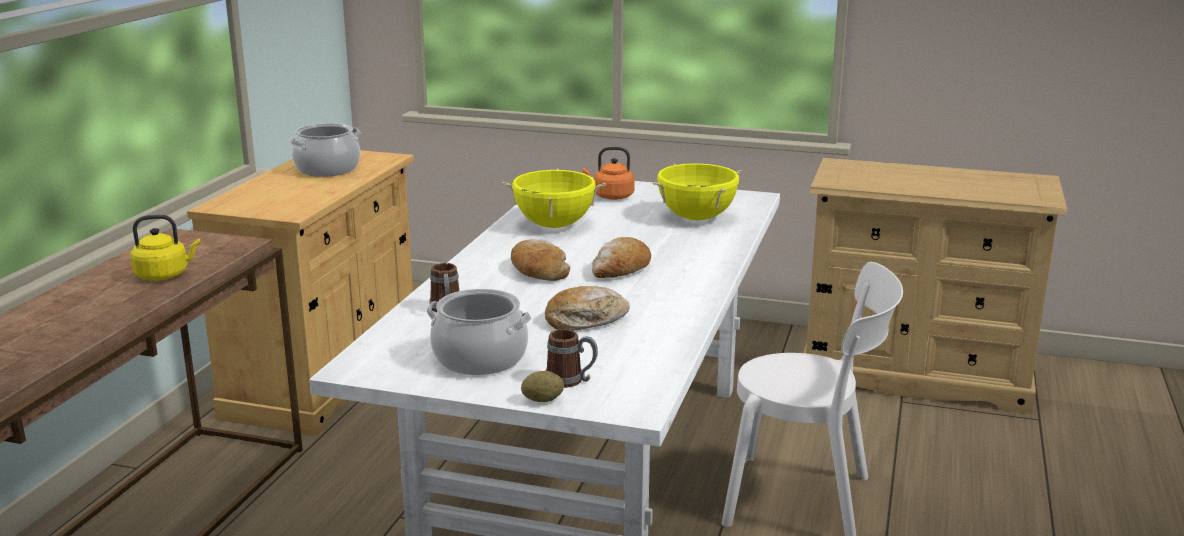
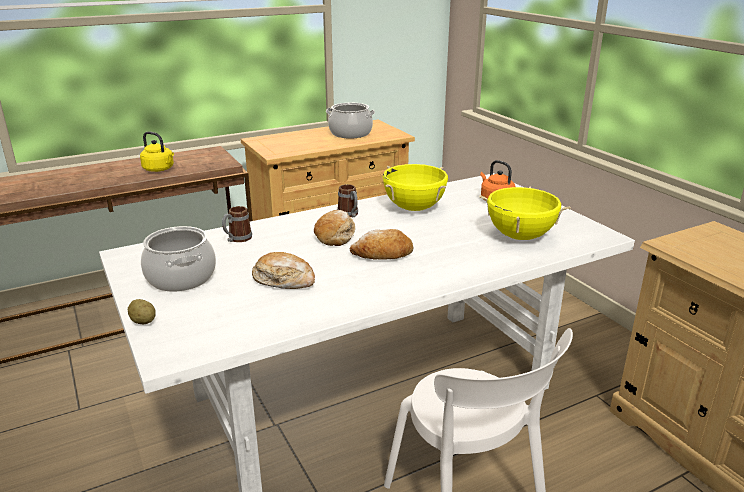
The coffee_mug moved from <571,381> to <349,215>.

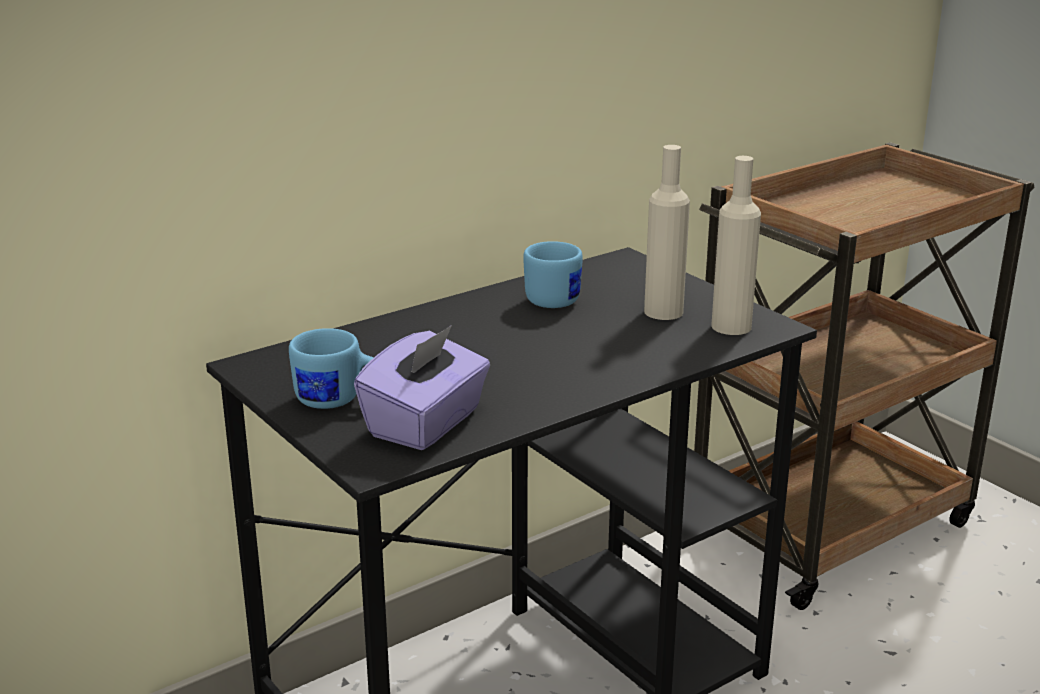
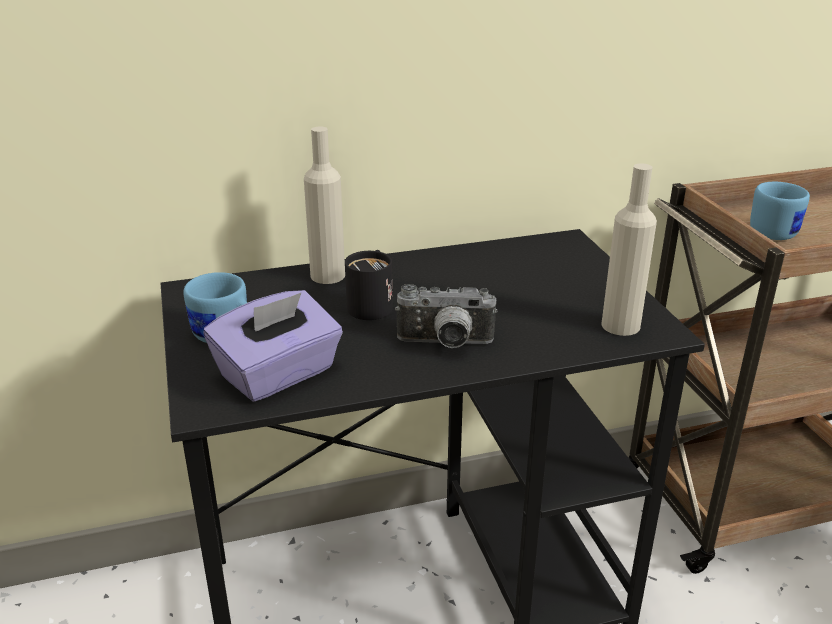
The bluish_coffee_mug moved from <556,298> to <776,231>. The beige-coloured_bottle moved from <663,312> to <327,275>. The black-coloured_coffee_mug at <372,303> appeared. The still_camera at <445,344> appeared.

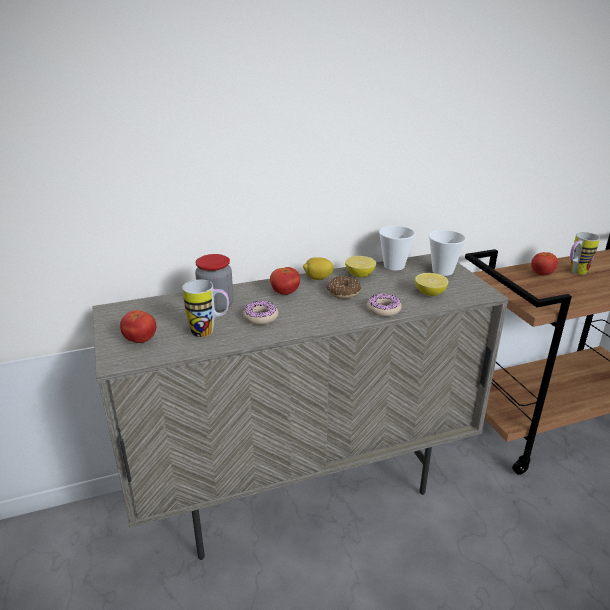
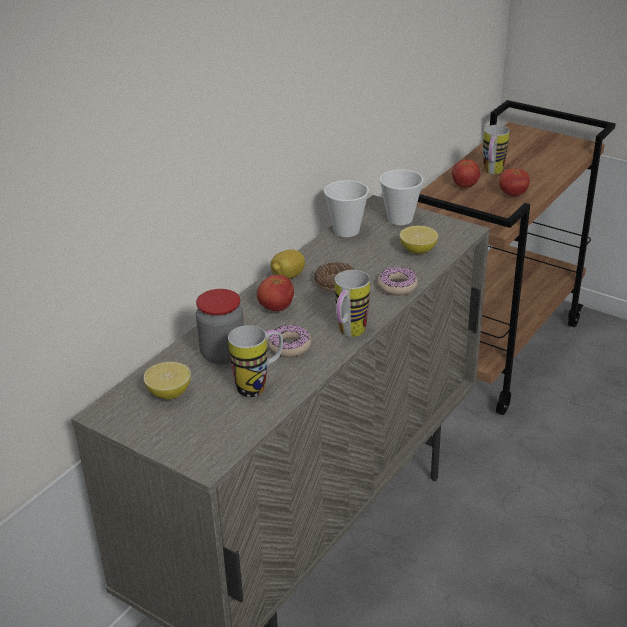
The fresh_tomato moved from <140,340> to <513,194>. The citrus_fruit moved from <359,275> to <169,393>. The coffee_mug at <349,334> appeared.

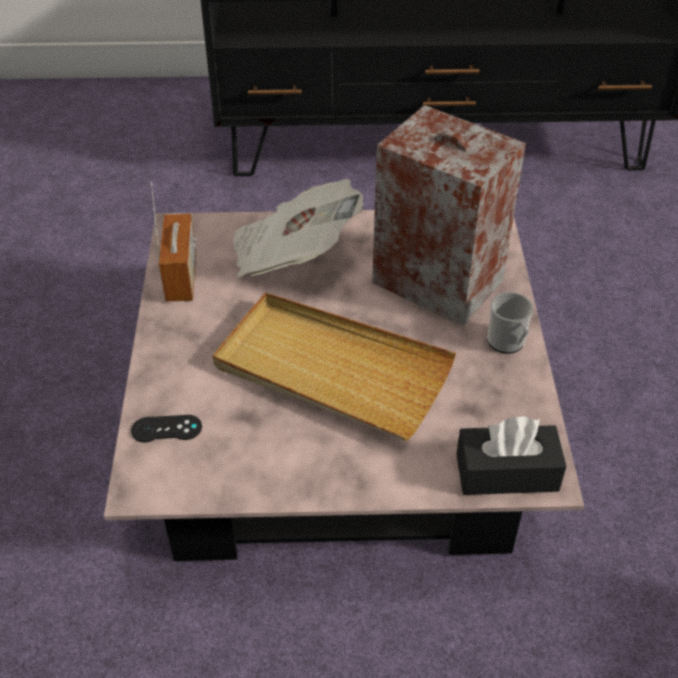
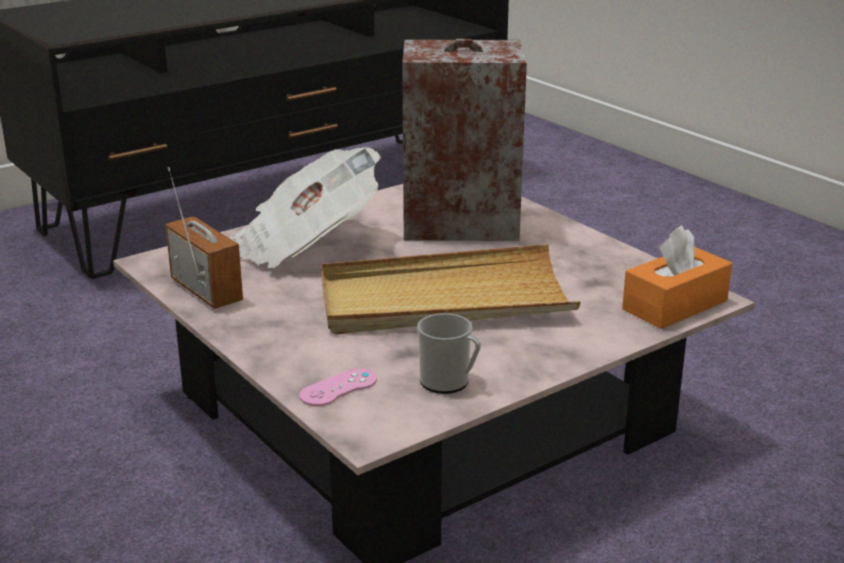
The black-coloured_joypad at <166,429> became the pinkish_joypad at <338,388>. The black-coloured_tissue_box at <506,472> became the orange_tissue_box at <675,305>. The coffee_mug moved from <508,343> to <449,383>.

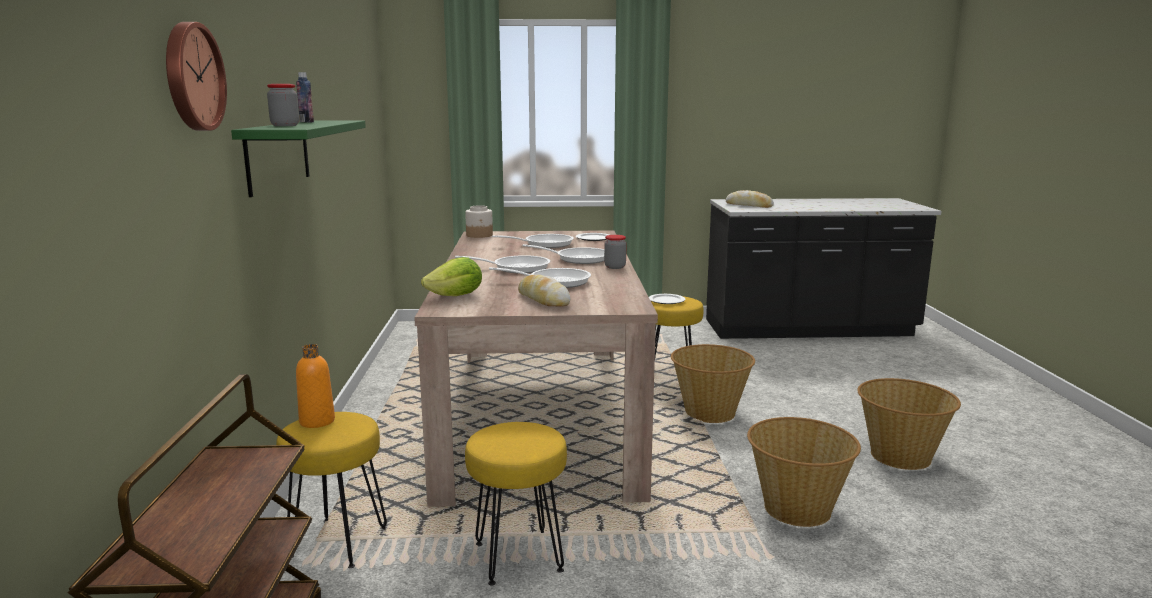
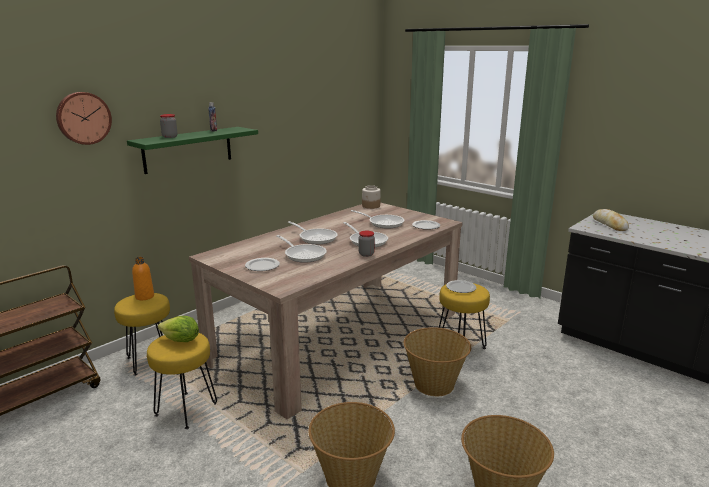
The lettuce moved from <456,296> to <181,341>. The bread at <543,299> was replaced by the dinner_plate at <262,266>.

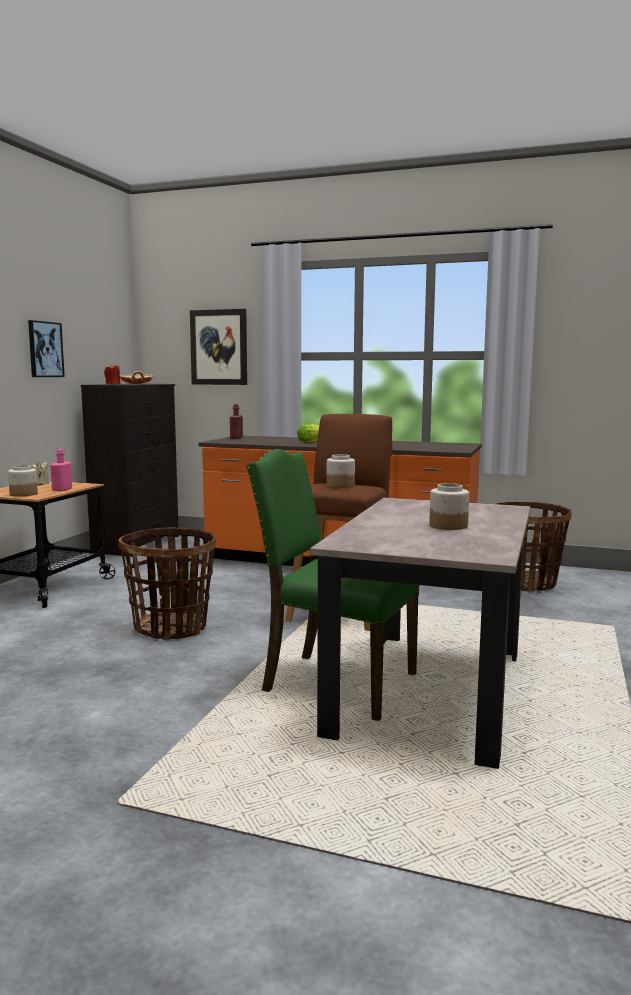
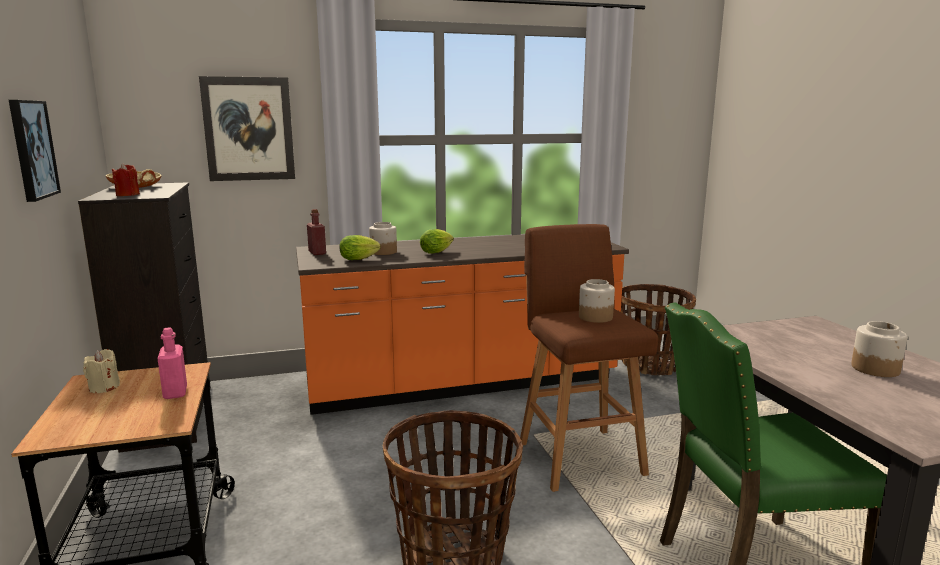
The storage_jar moved from <23,494> to <383,252>. The lettuce at <360,259> appeared.

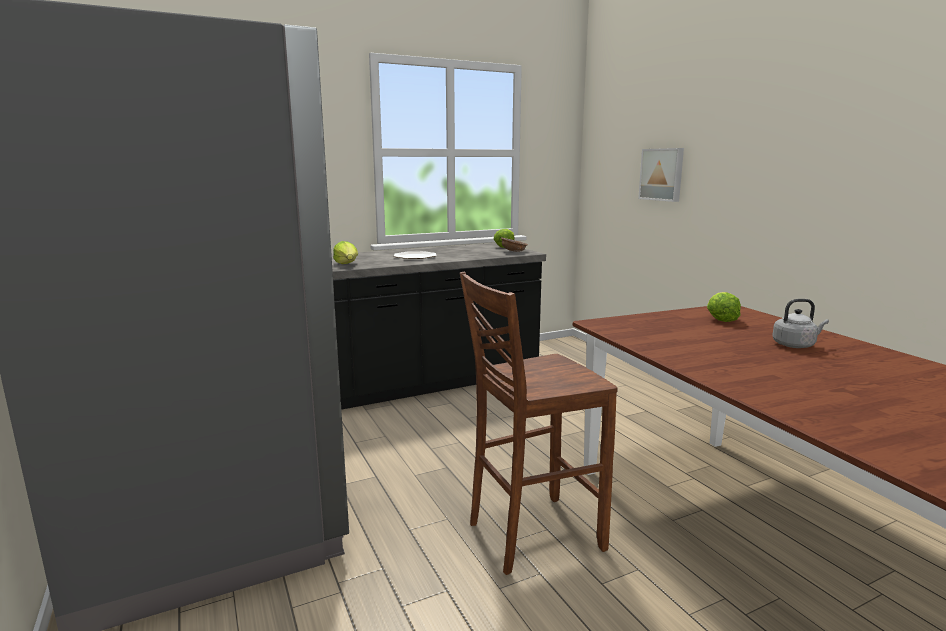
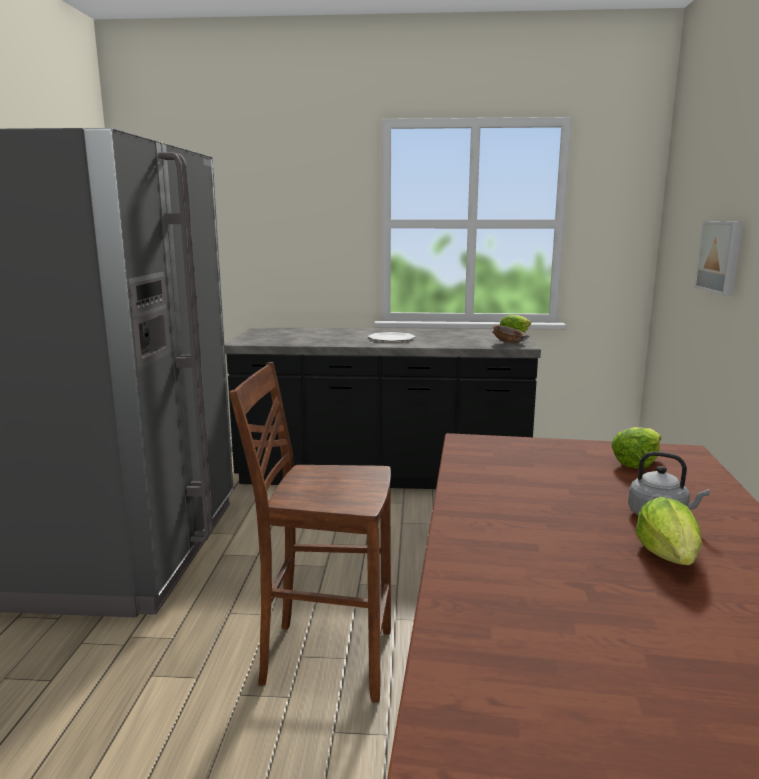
The lettuce moved from <347,264> to <669,556>.

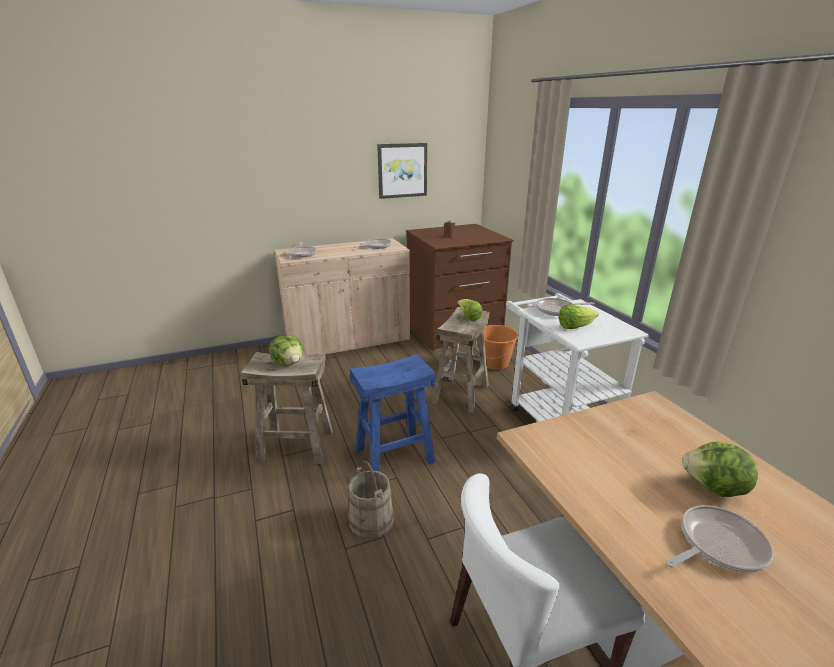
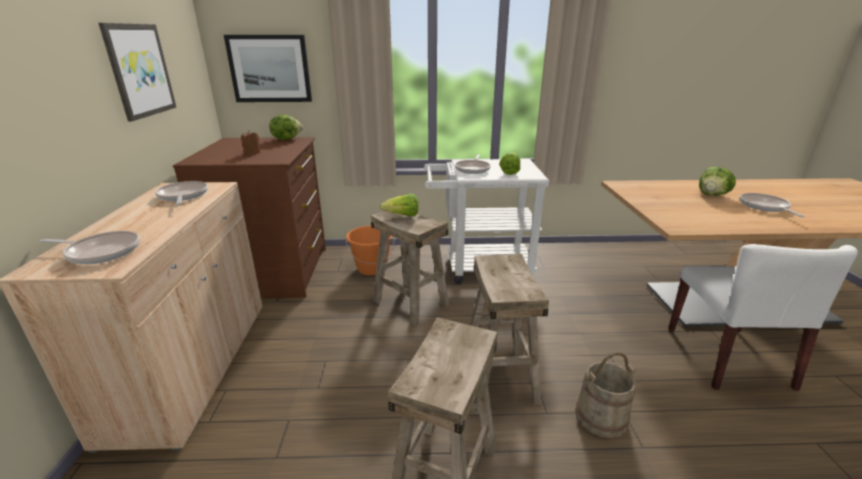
The lettuce moved from <289,363> to <286,139>. The bluish_stool at <394,455> became the beige-coloured_stool at <498,376>. The wall_art at <270,69> appeared.

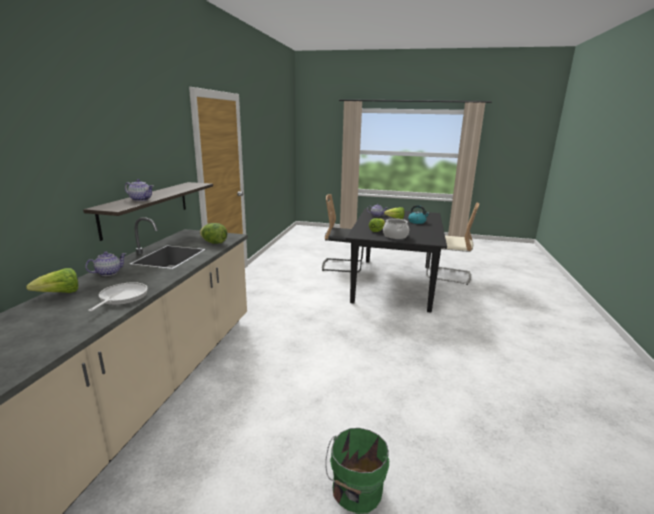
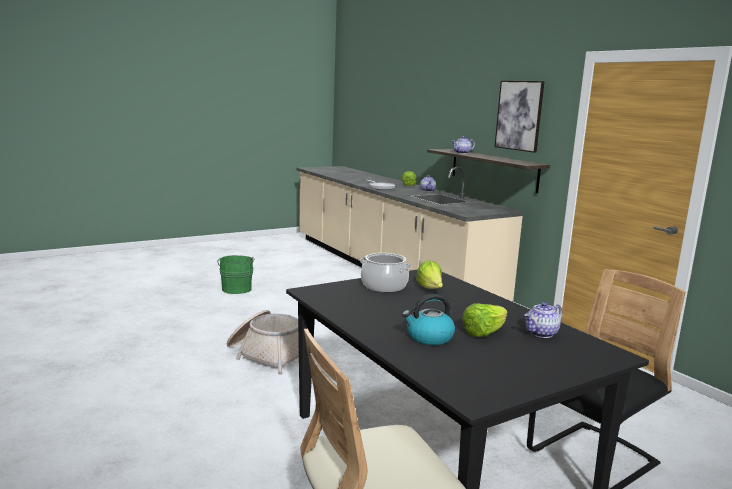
The lettuce at <214,243> disappeared. The household_basket at <267,354> appeared. The wall_art at <519,115> appeared.

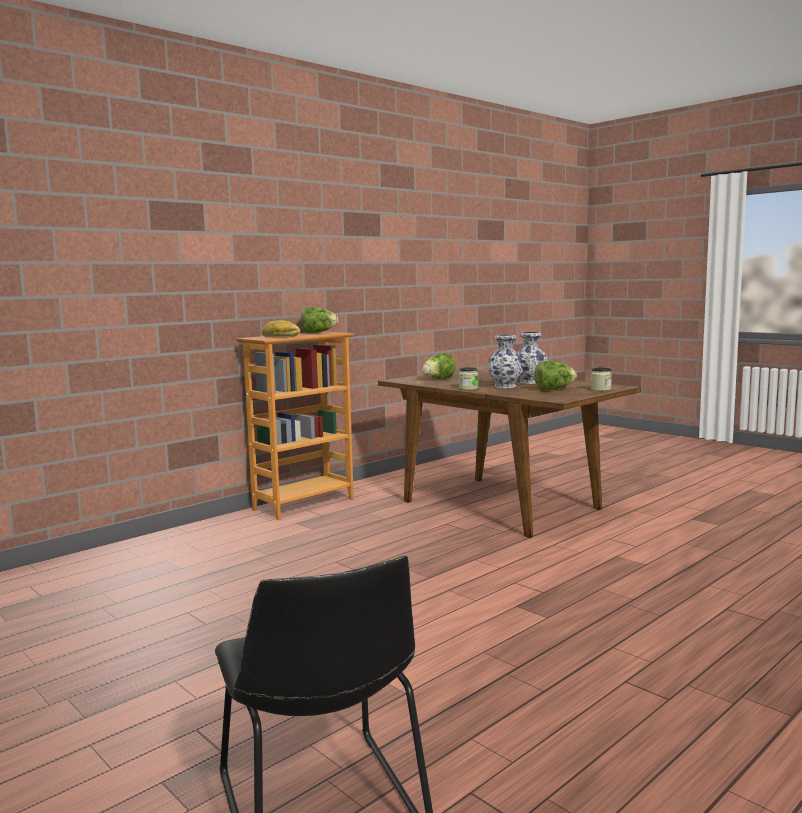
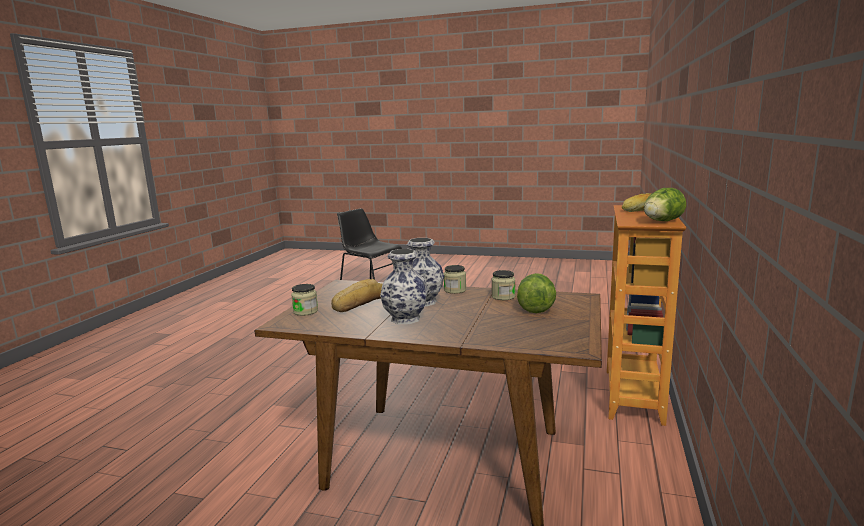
The lettuce at <554,389> was replaced by the bread at <359,303>. The storage_jar at <503,297> appeared.

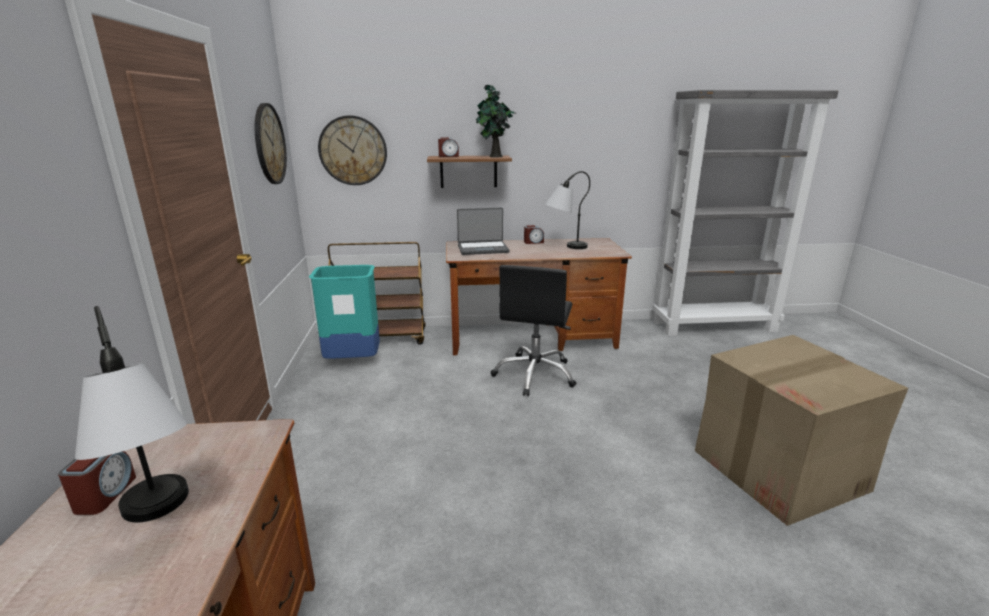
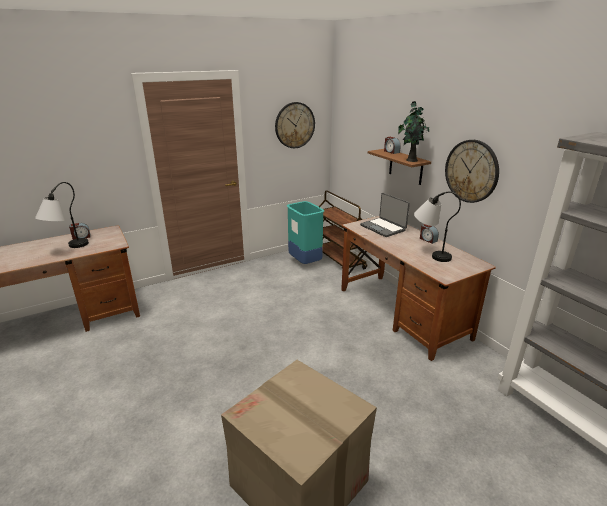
The wall_clock moved from <353,151> to <471,171>. The black-coloured_office_chair at <535,375> disappeared.

